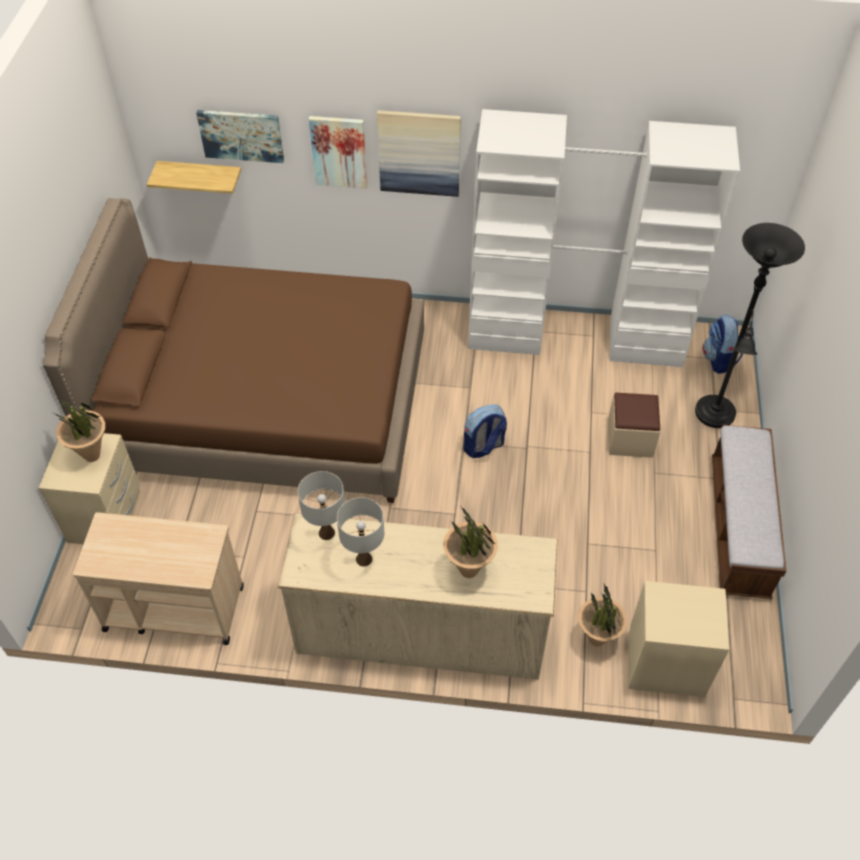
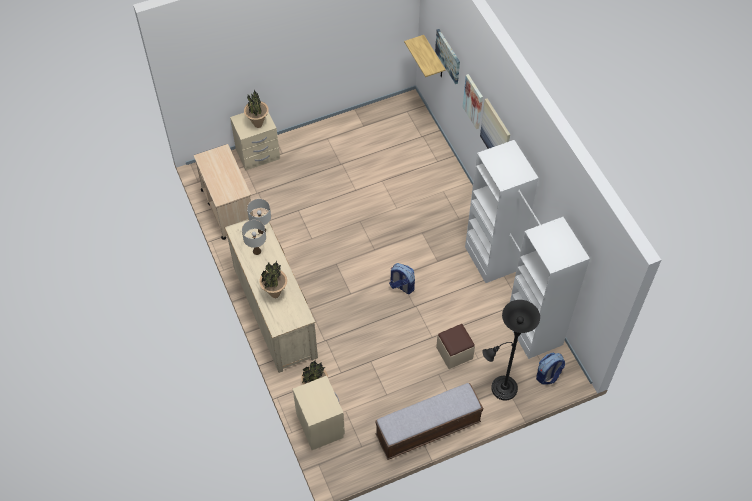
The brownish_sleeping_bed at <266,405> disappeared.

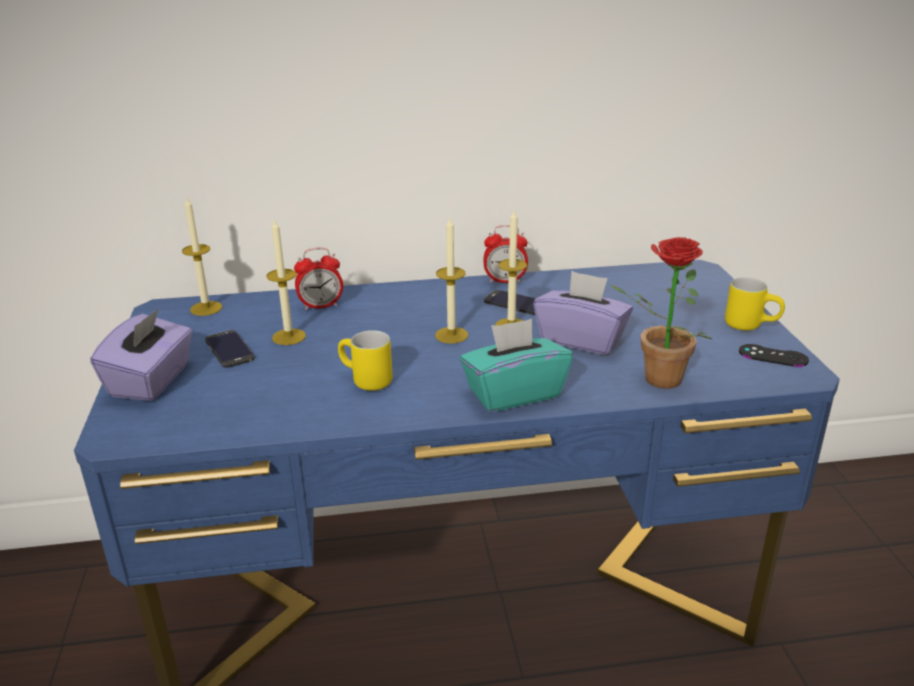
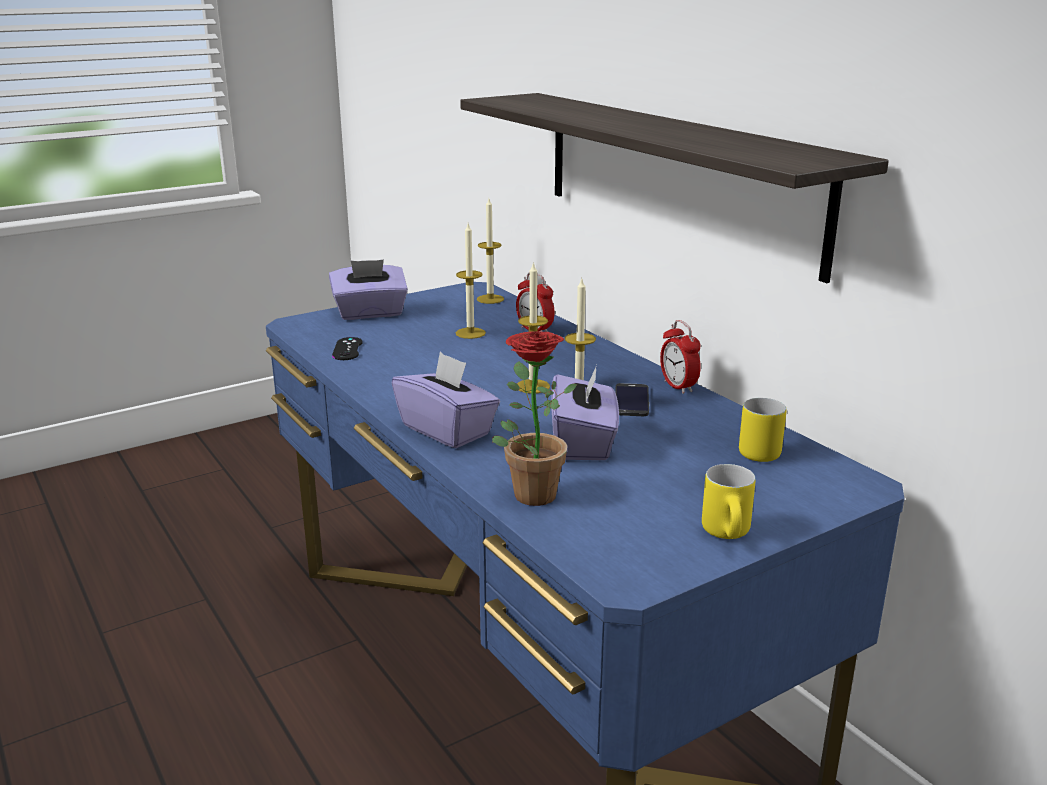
The phone at <229,349> disappeared. The yellow_coffee_mug moved from <364,381> to <755,449>. The blue-green_tissue_box at <514,393> became the purplish_tissue_box at <447,430>. The black-coloured_joypad moved from <773,356> to <347,349>. The wall_shelf at <675,176> appeared.

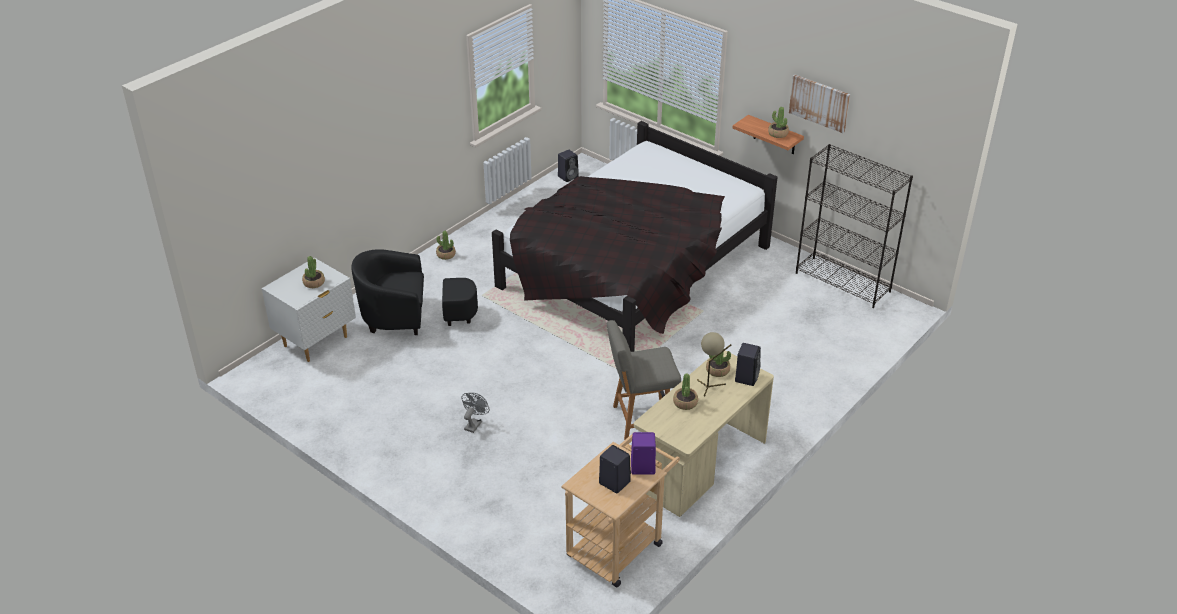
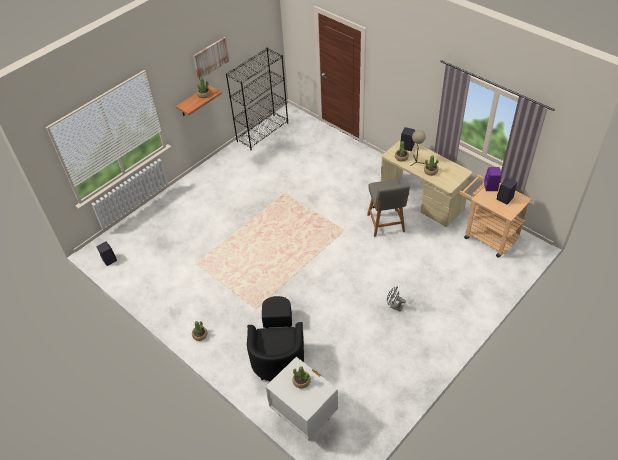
The black-coloured_sleeping_bed at <635,268> disappeared.

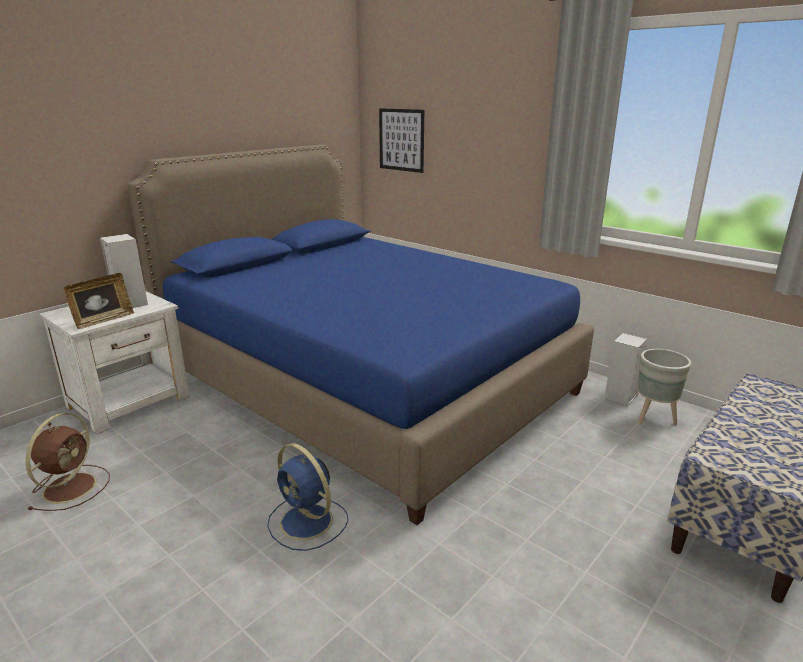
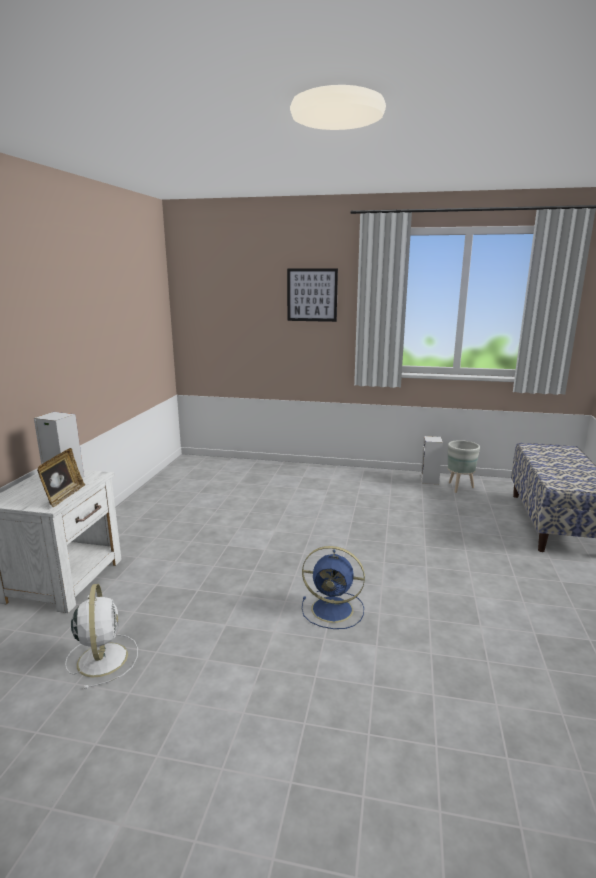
The brownish_cooling_fan at <71,486> became the white_cooling_fan at <102,658>. The bluish_sleeping_bed at <365,382> disappeared. The wall_art moved from <401,140> to <312,295>.

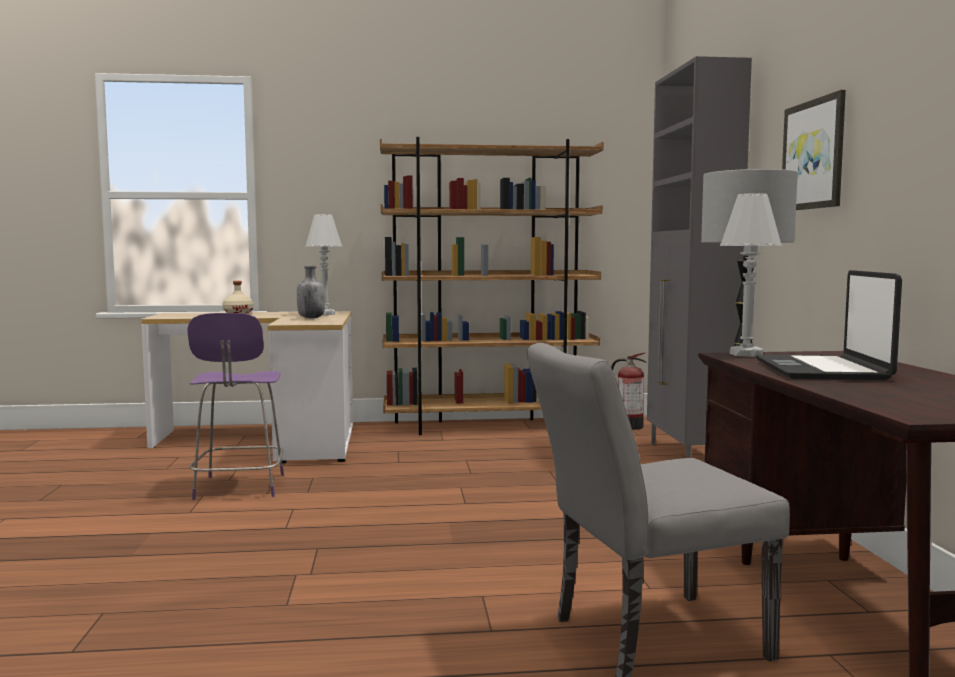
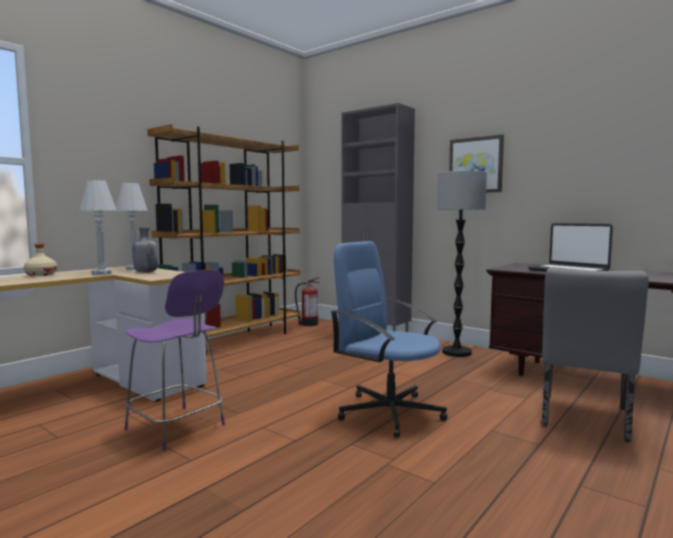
The white_lamp_for_a_table moved from <746,354> to <101,273>. The bluish_office_chair at <389,412> appeared.

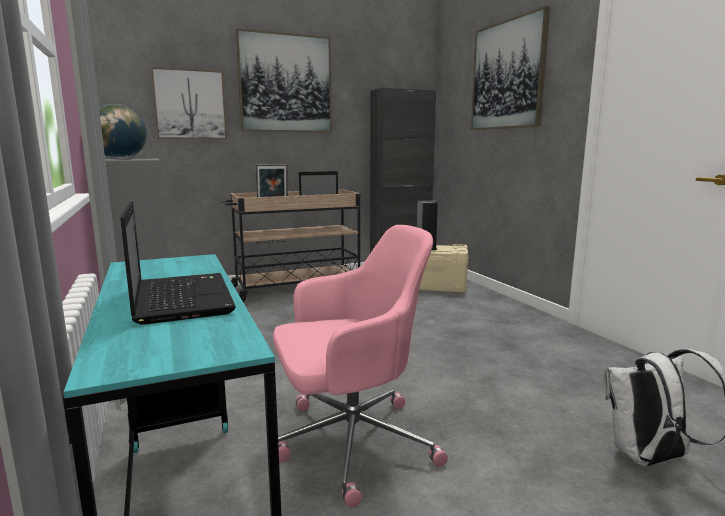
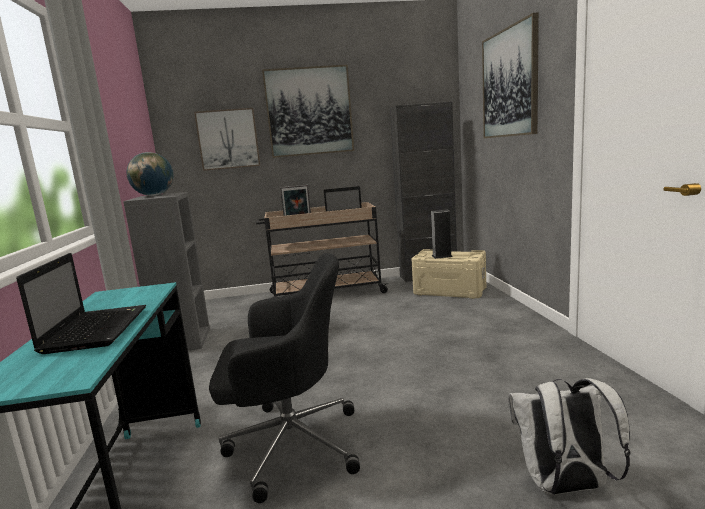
The pinkish_office_chair at <350,443> became the black-coloured_office_chair at <290,444>.

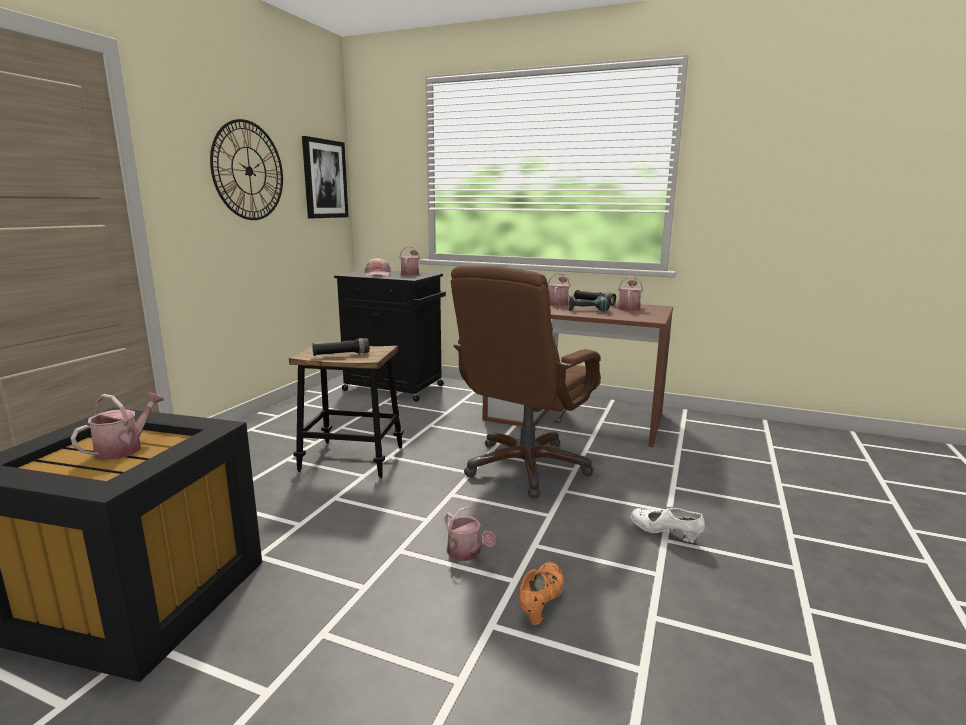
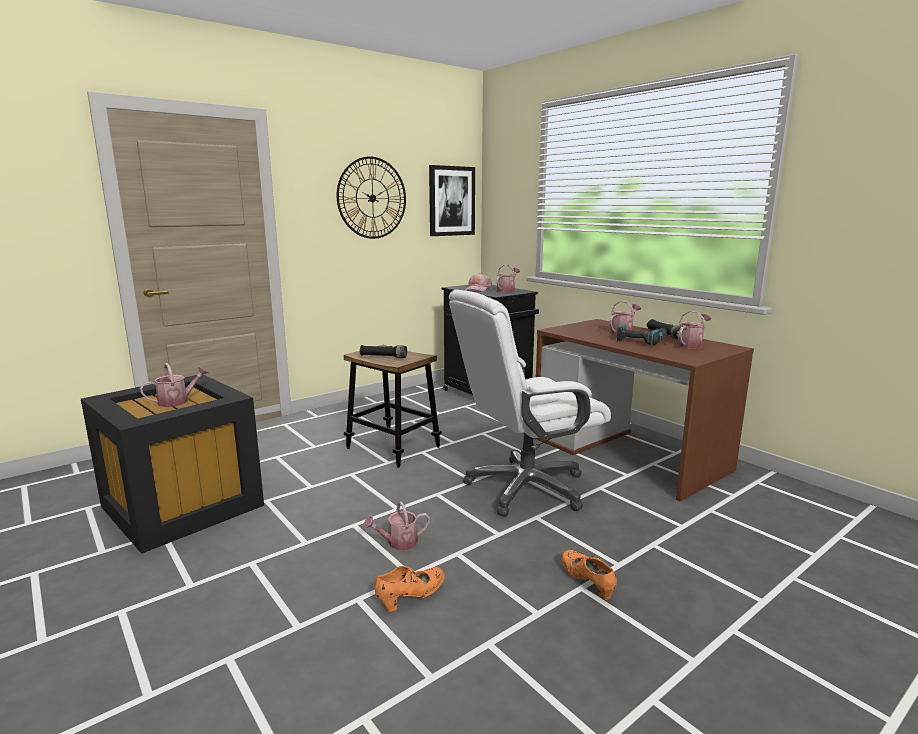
The sprinkling_can at <467,553> turned 75 degrees clockwise. The brownish_office_chair at <526,467> became the white_office_chair at <525,488>. The white_item_of_footwear at <665,534> became the orange_item_of_footwear at <587,583>.

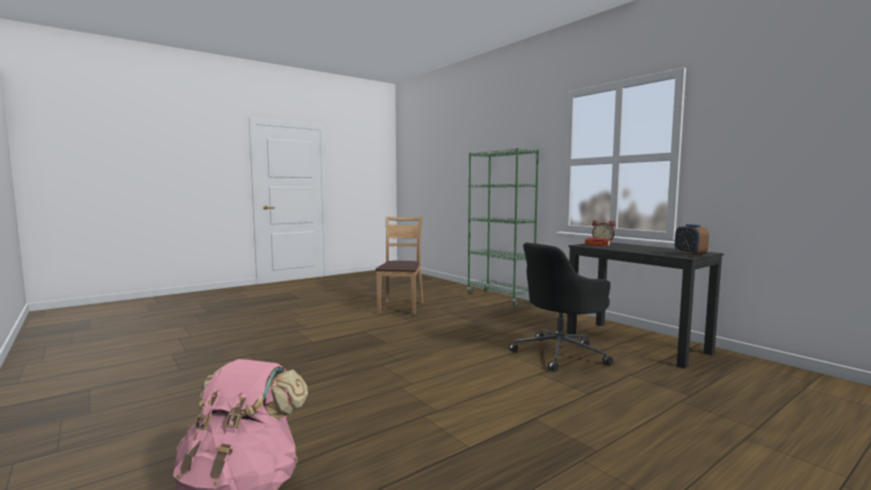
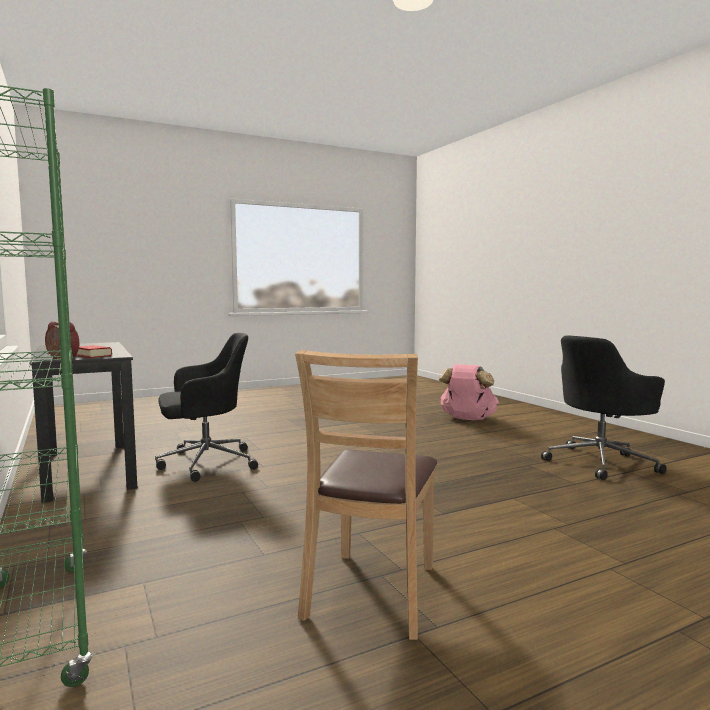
The alarm_clock at <690,255> disappeared. The black-coloured_office_chair at <601,462> appeared.

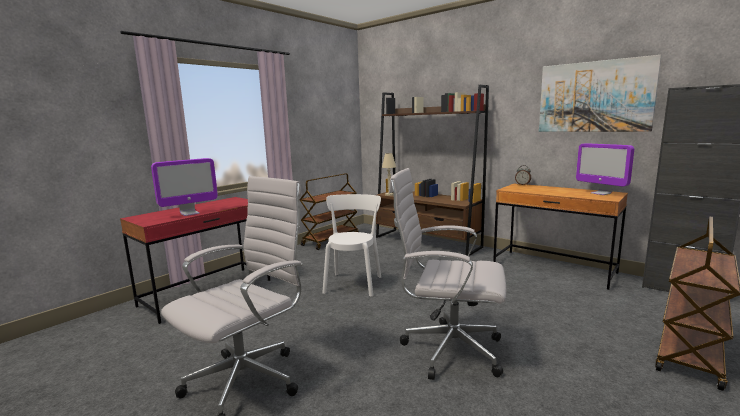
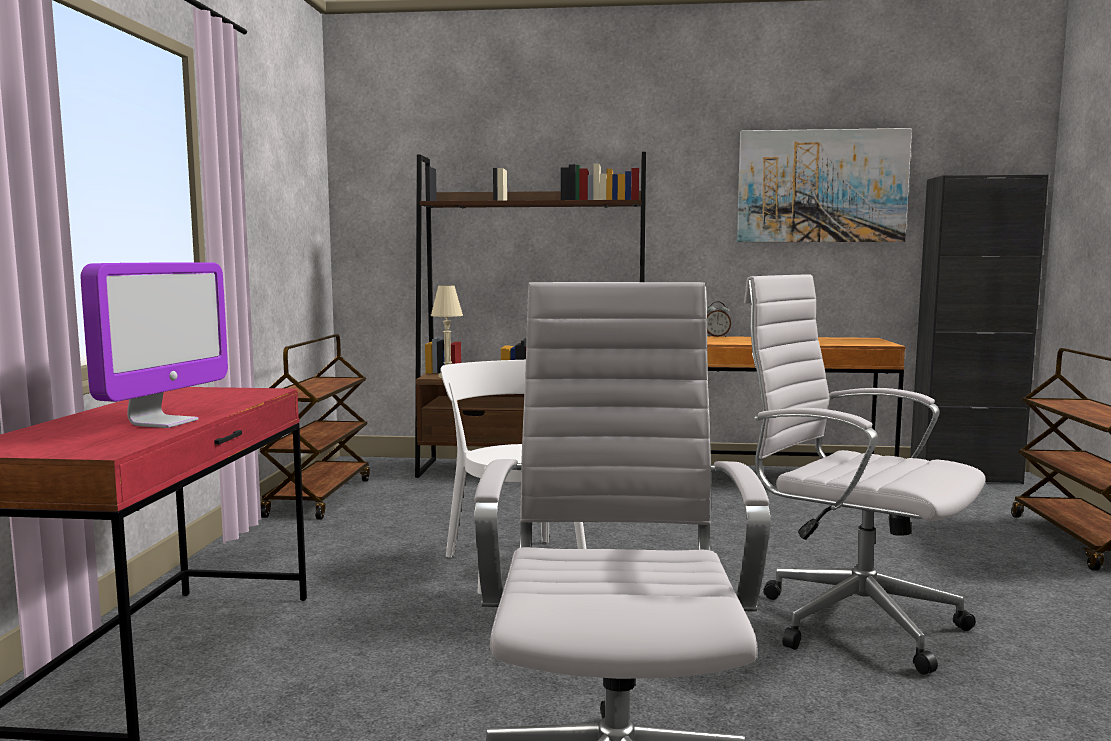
The white_office_chair at <447,350> turned 60 degrees clockwise. The computer_screen at <601,193> disappeared.

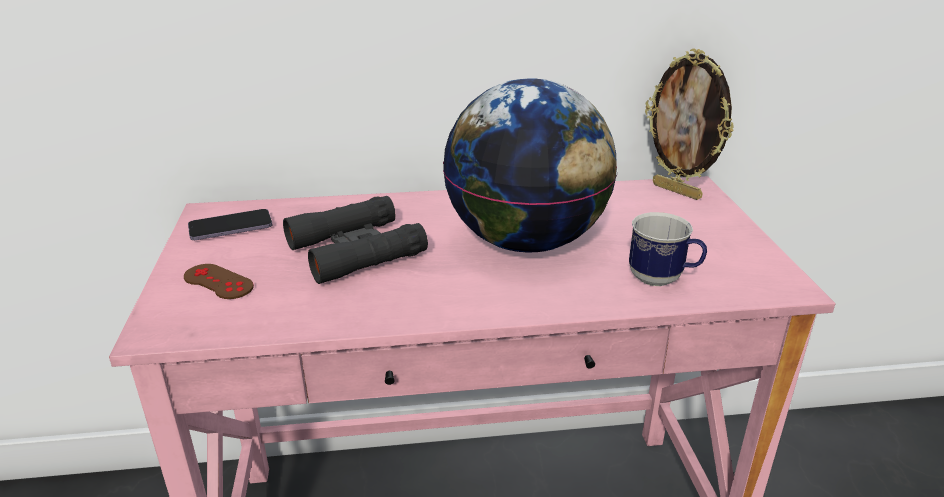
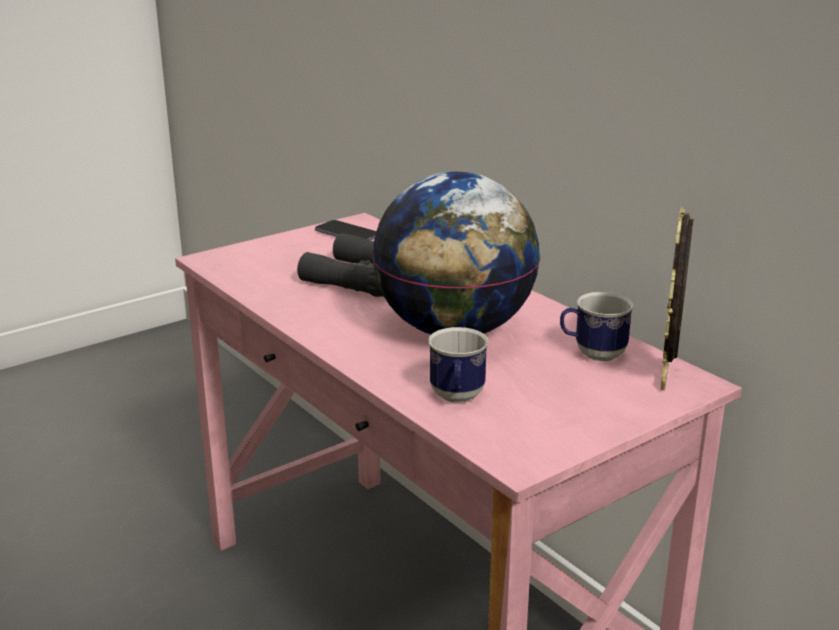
The brownish_joypad at <218,282> disappeared. The coffee_mug at <592,354> appeared.

